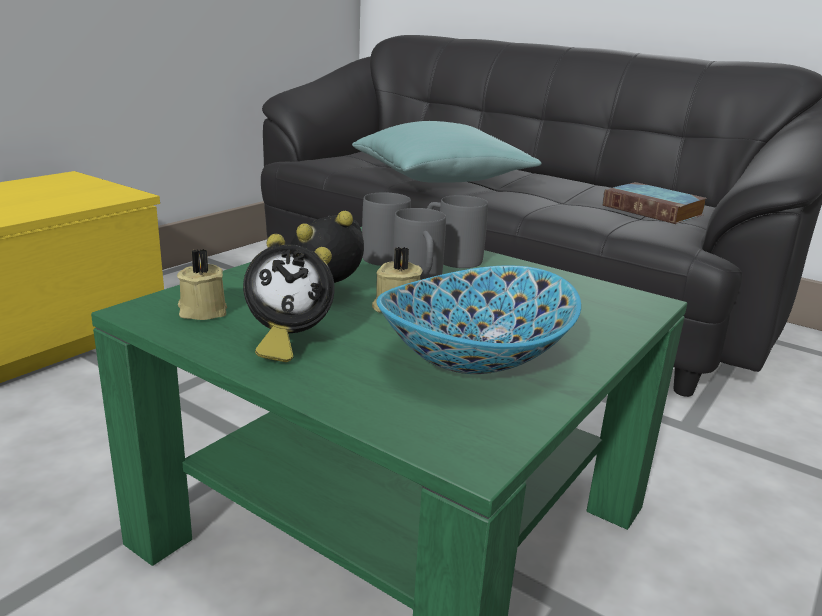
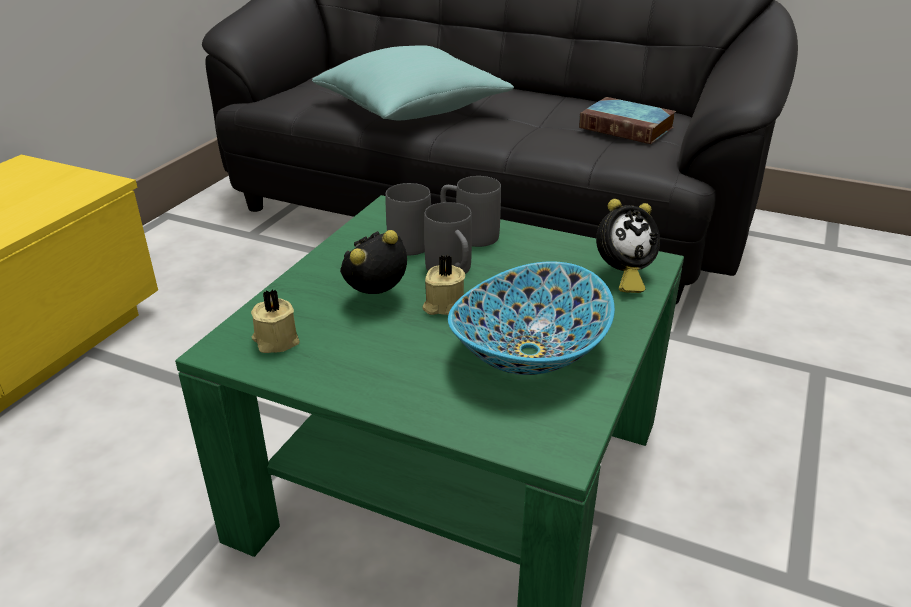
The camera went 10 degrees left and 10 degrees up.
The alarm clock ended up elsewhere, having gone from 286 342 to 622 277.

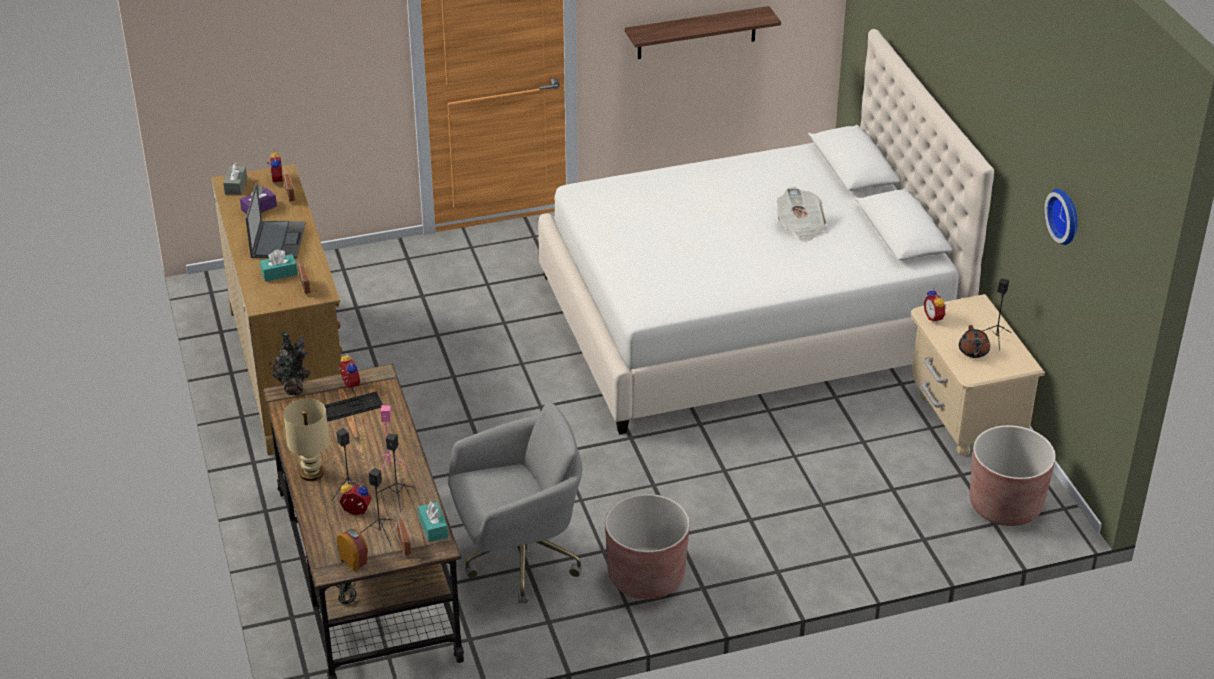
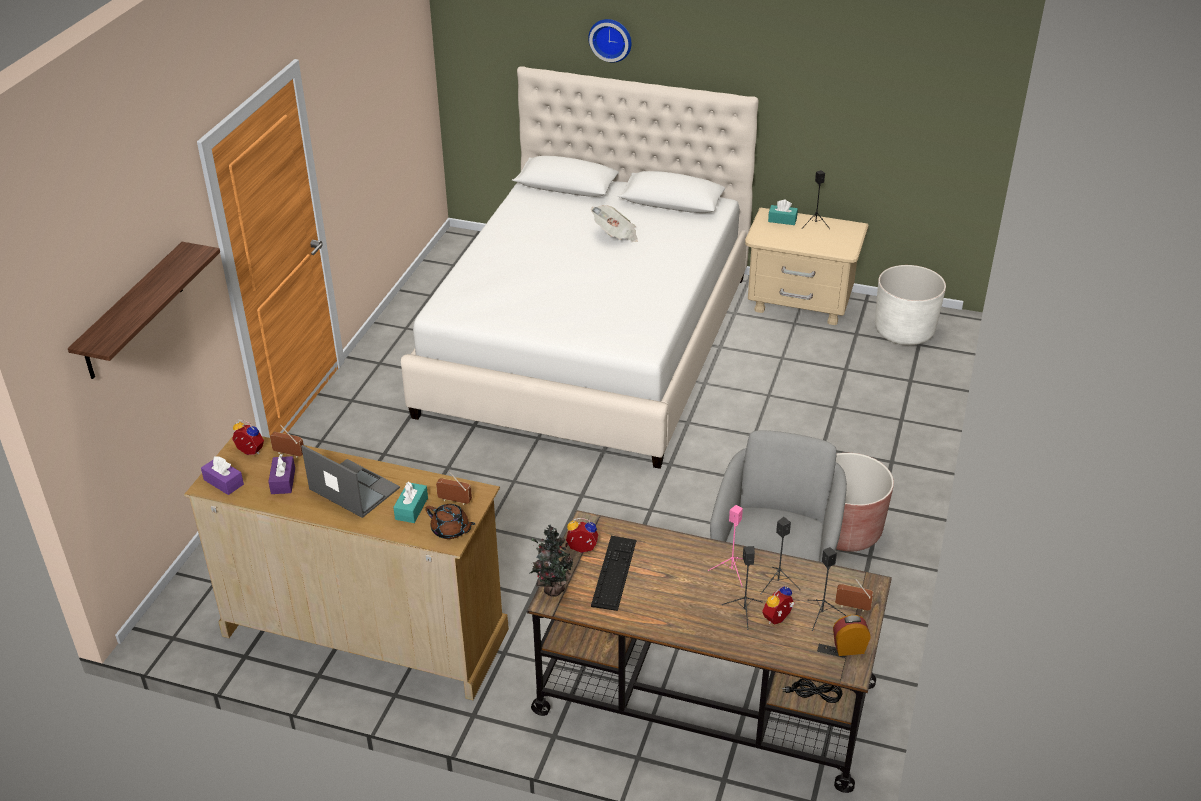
The camera went 55 degrees left and 0 degrees up.
The shelf ended up elsewhere, having gone from 697 33 to 133 312.
What was the grey tissue box at 236 186 turned into the purple tissue box at 223 482.
The wall clock ended up elsewhere, having gone from 1066 215 to 611 39.
The second view lost the alarm clock at 934 317.
The brown teapot ended up elsewhere, having gone from 973 352 to 451 530.
The second view lost the beige table lamp at 311 473.
What was the brown planter at 1005 505 turned into the white planter at 904 331.
The turquoise tissue box ended up elsewhere, having gone from 433 527 to 782 220.

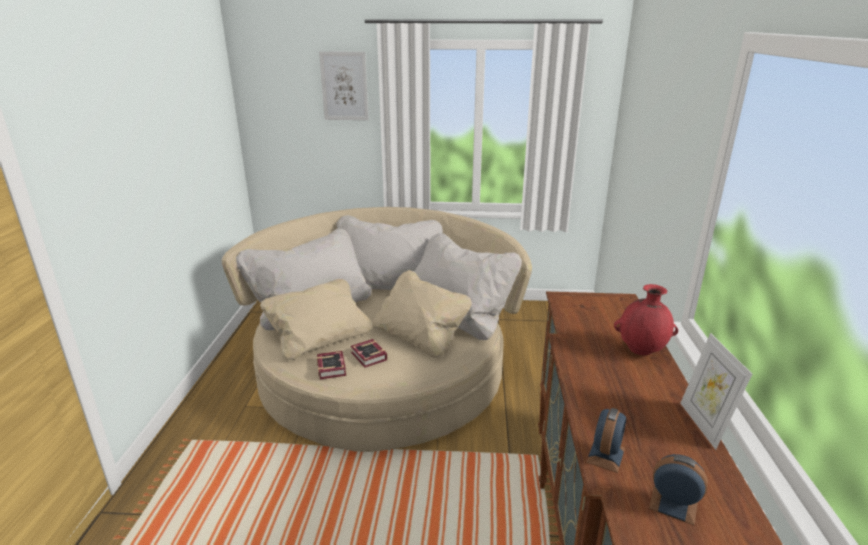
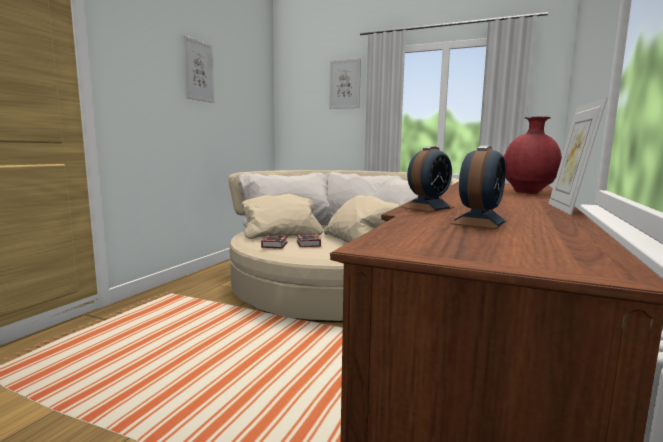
The camera went 20 degrees right and 15 degrees down.
The alarm clock at 673 504 ended up facing another way, 75 degrees clockwise from before.
The second view gained the picture at 198 70.

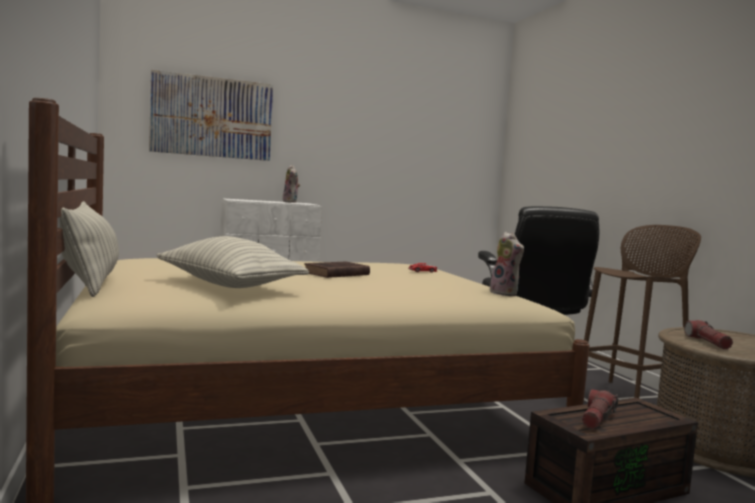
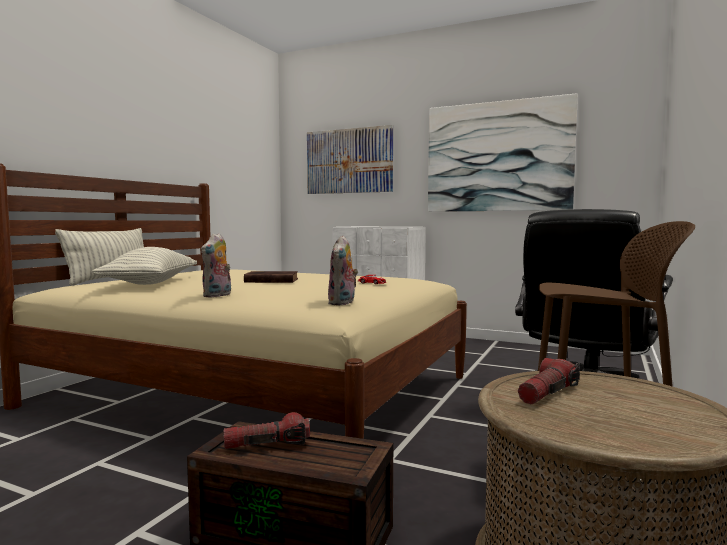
The camera went 45 degrees right and 0 degrees up.
The plush toy ended up elsewhere, having gone from 291 202 to 217 295.
The second view gained the picture at 498 157.

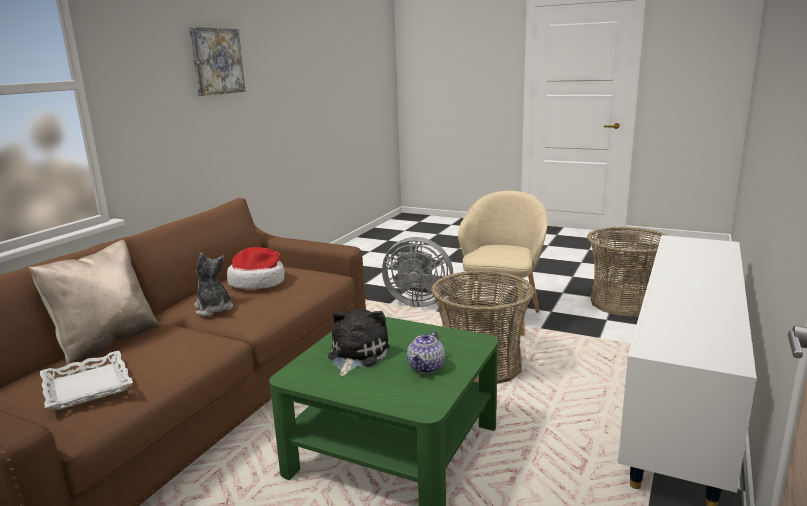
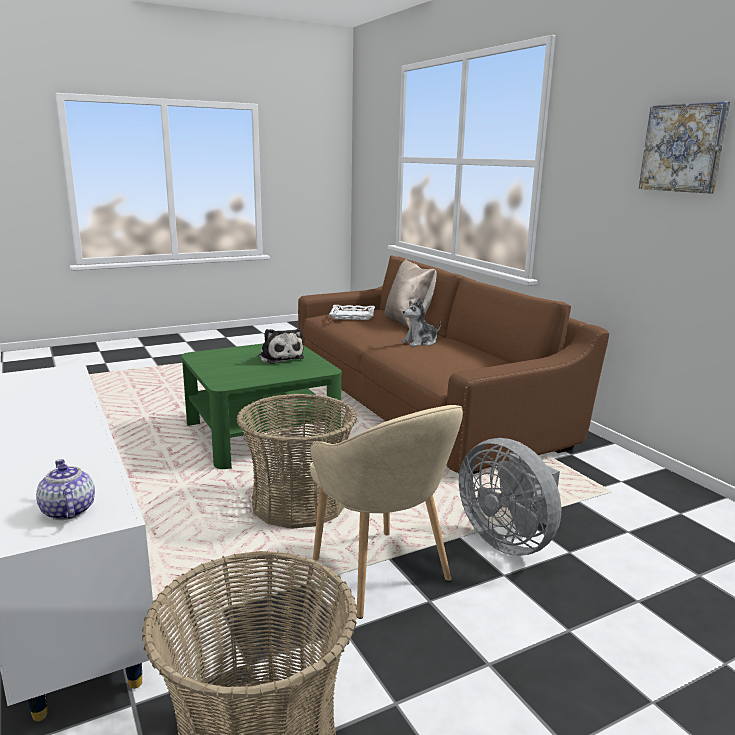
The camera went 125 degrees right and 0 degrees up.
The grey fan at 418 302 ended up facing another way, 90 degrees counterclockwise from before.
The second view lost the hat at 258 282.
The plush toy at 214 309 ended up facing another way, 150 degrees clockwise from before.
The teapot ended up elsewhere, having gone from 426 367 to 67 511.

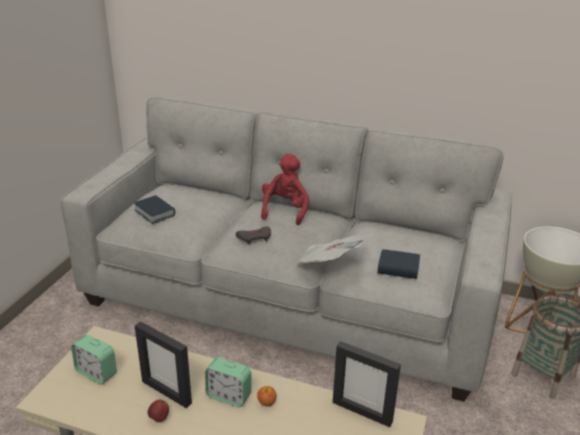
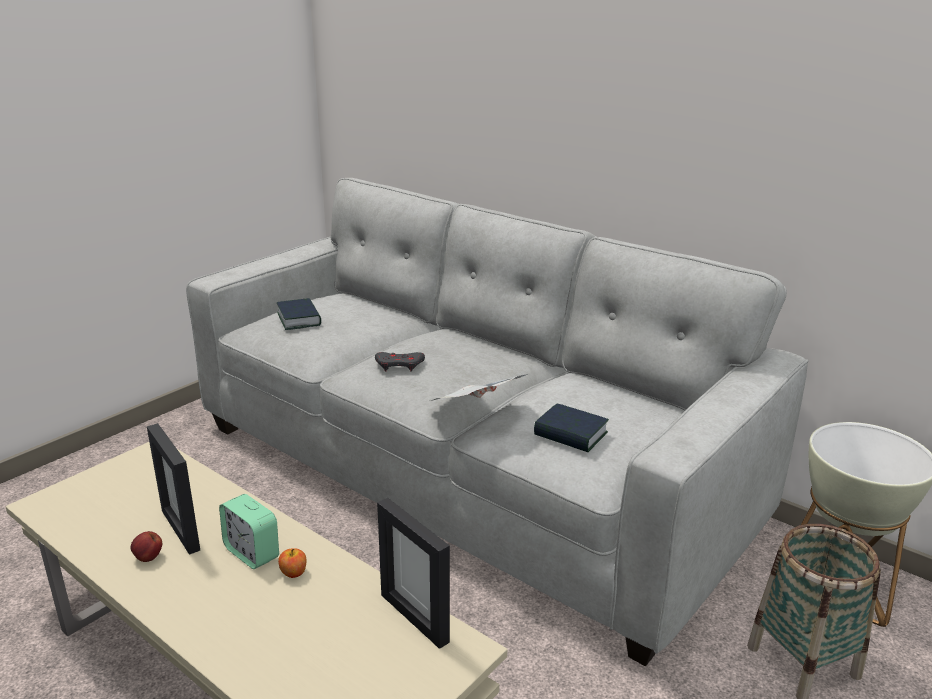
The camera went 20 degrees right and 5 degrees down.
The second view lost the red plush toy at 285 210.
The second view lost the alarm clock at 96 373.

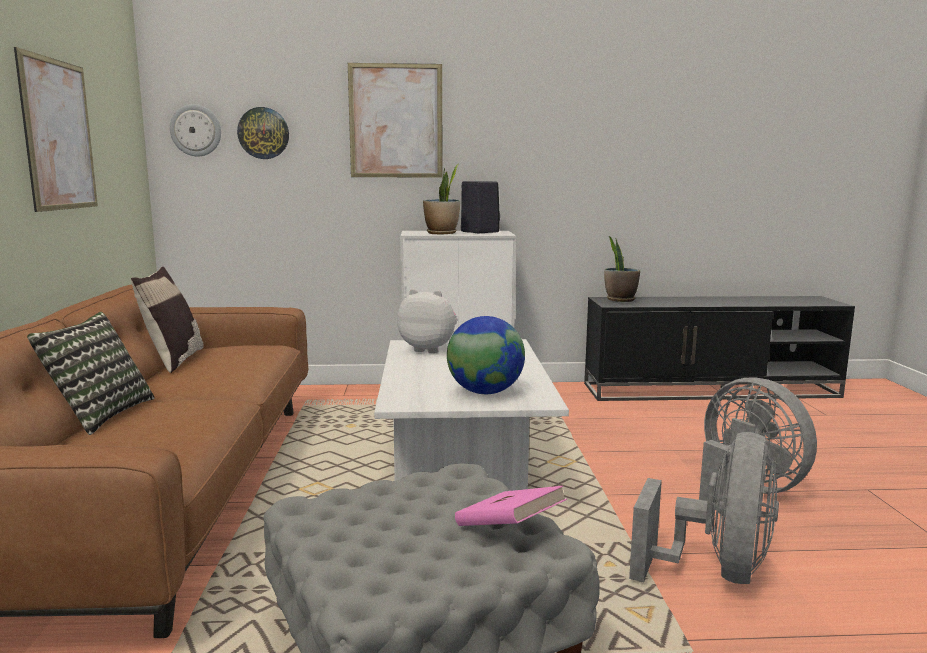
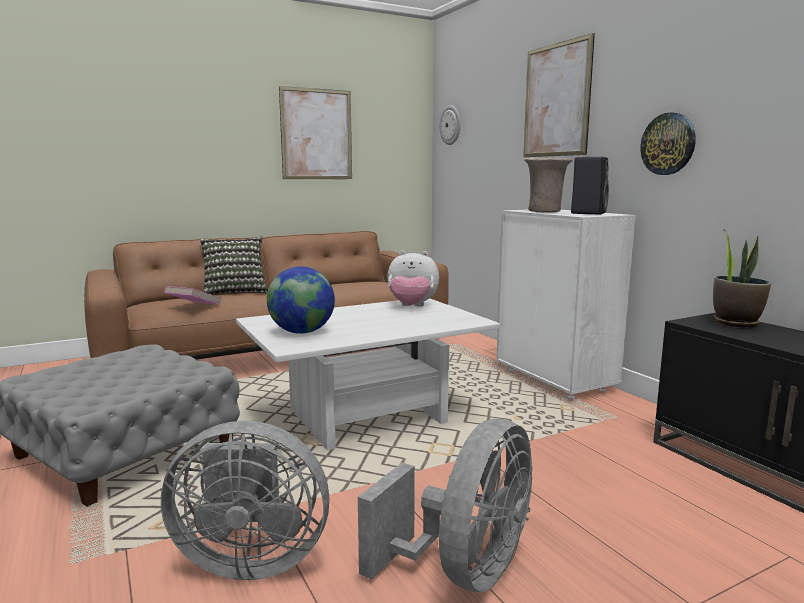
The camera went 65 degrees right and 0 degrees up.
The wall clock ended up elsewhere, having gone from 263 133 to 668 144.
Where the potted plant stood at 442 233, the beige vase came to stand at 546 211.
The second view lost the pillow at 173 361.
The plush toy at 429 349 ended up facing another way, 105 degrees clockwise from before.
The pink book ended up elsewhere, having gone from 508 529 to 194 307.

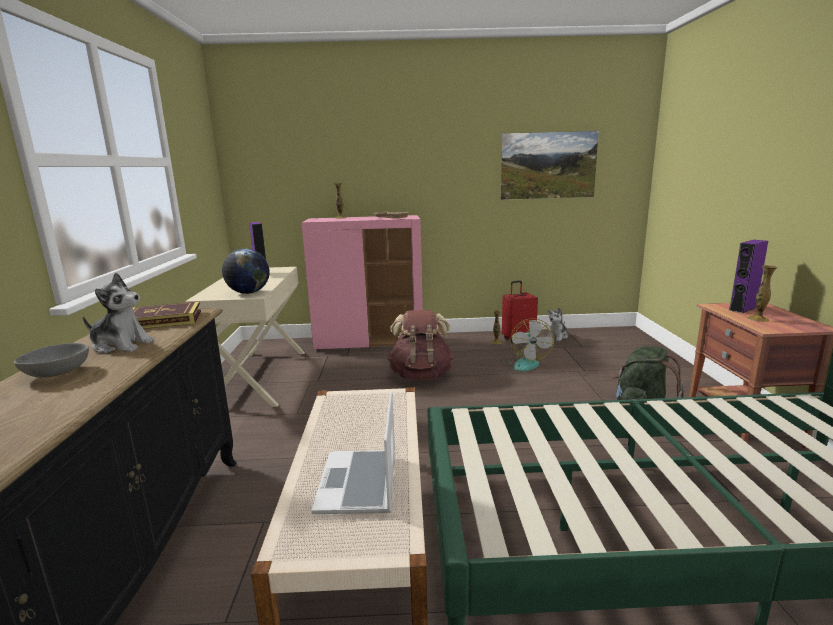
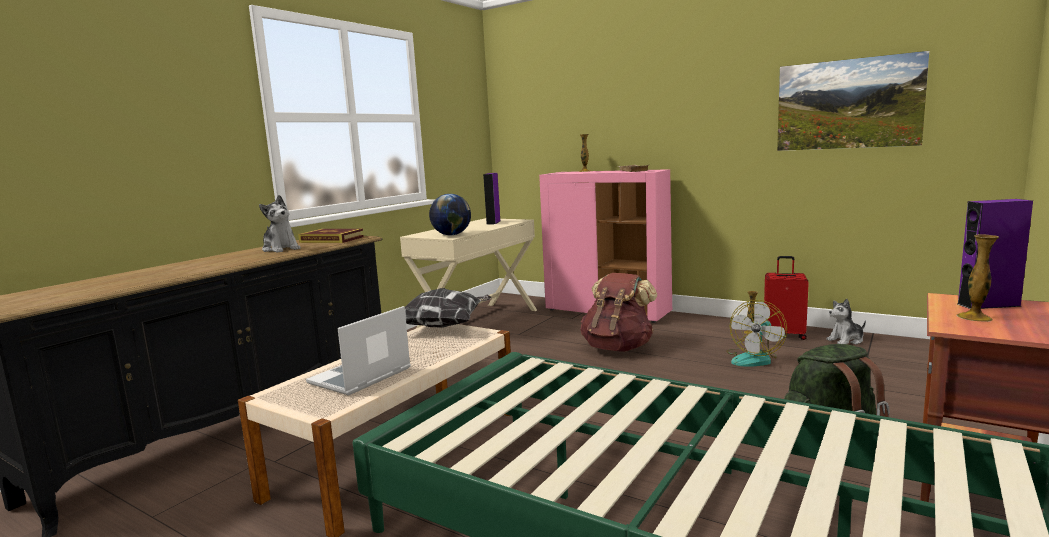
The camera went 35 degrees right and 5 degrees down.
The second view lost the grey bowl at 57 372.
The second view gained the pillow at 444 326.

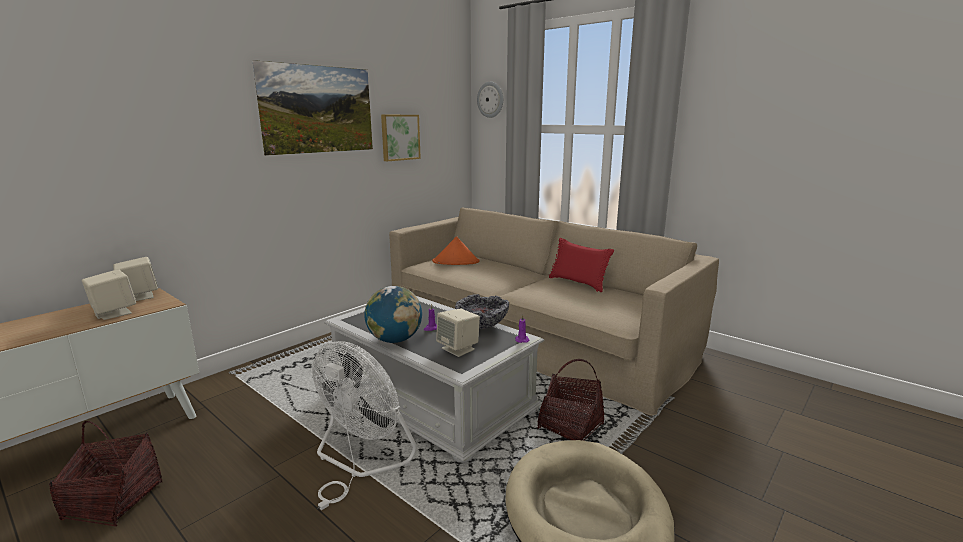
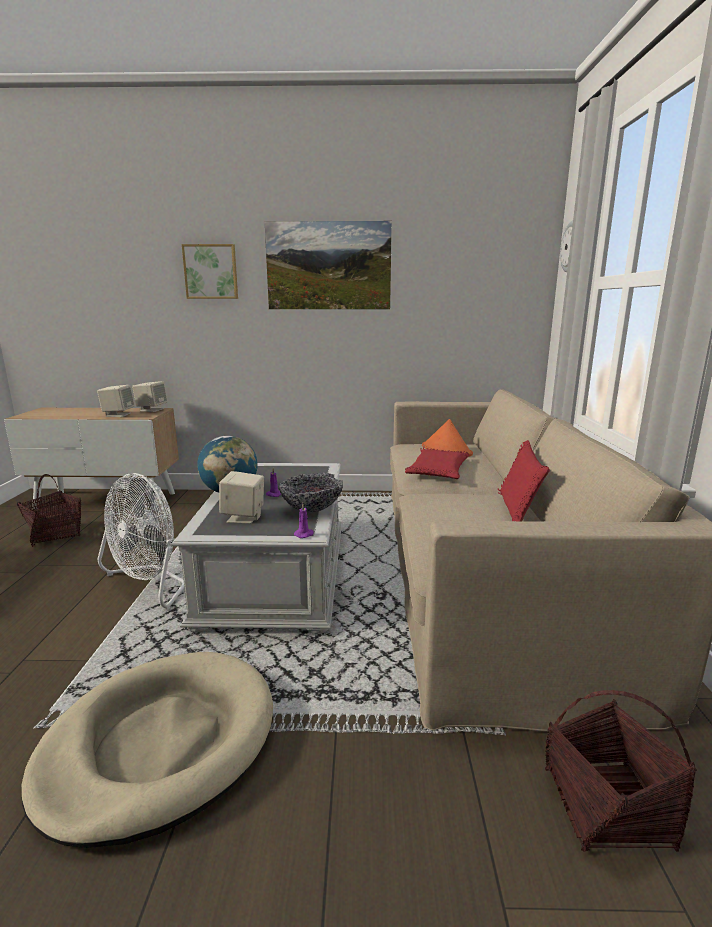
The camera went 50 degrees right and 0 degrees up.
The picture ended up elsewhere, having gone from 399 137 to 211 272.
The white fan at 354 459 ended up facing another way, 135 degrees clockwise from before.
The basket ended up elsewhere, having gone from 571 426 to 607 808.
The second view gained the red pillow at 438 469.

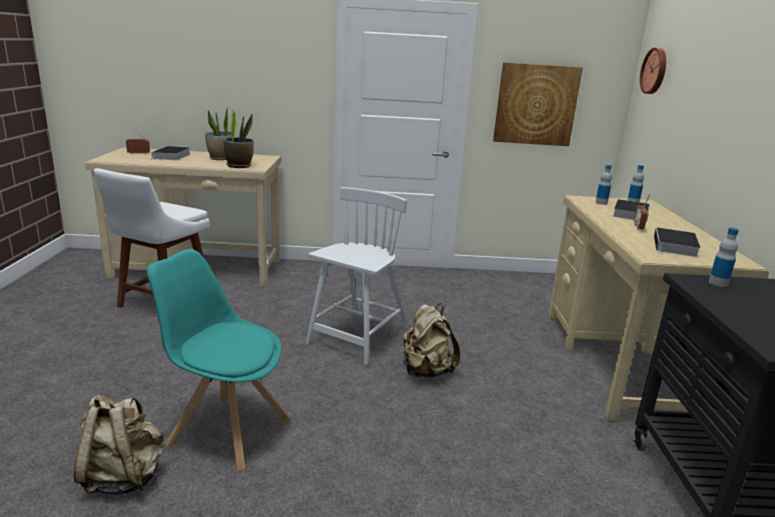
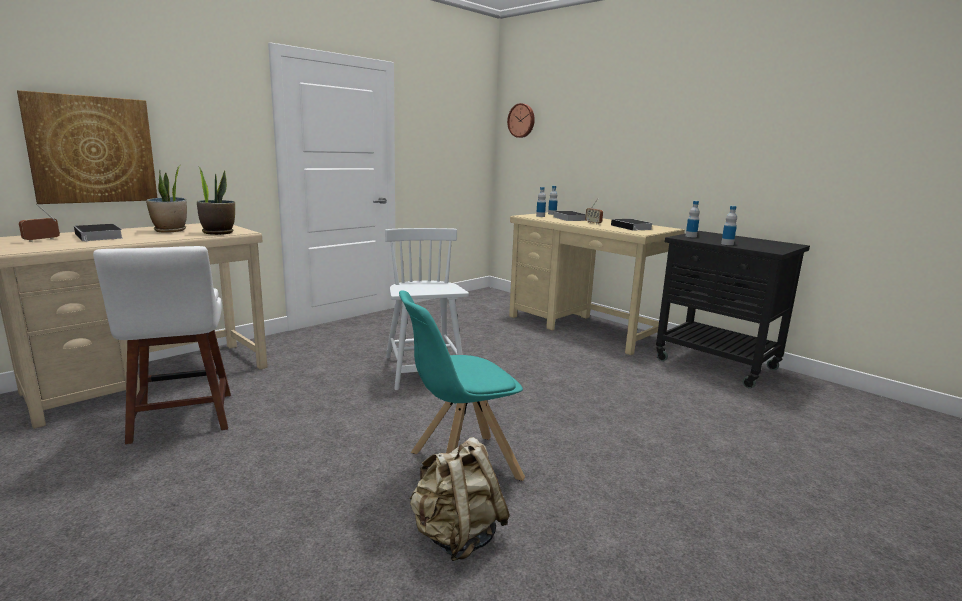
The camera went 45 degrees left and 5 degrees down.
The picture ended up elsewhere, having gone from 536 104 to 92 150.
The second view lost the beige backpack at 426 371.
The second view gained the bottle at 727 244.

